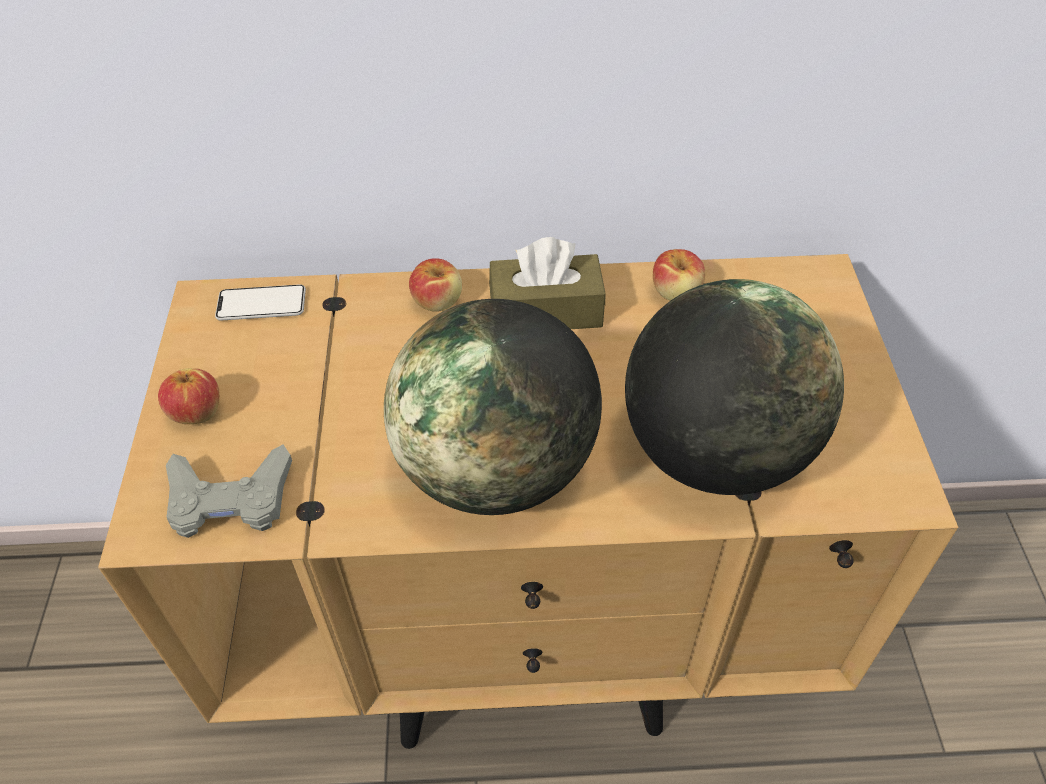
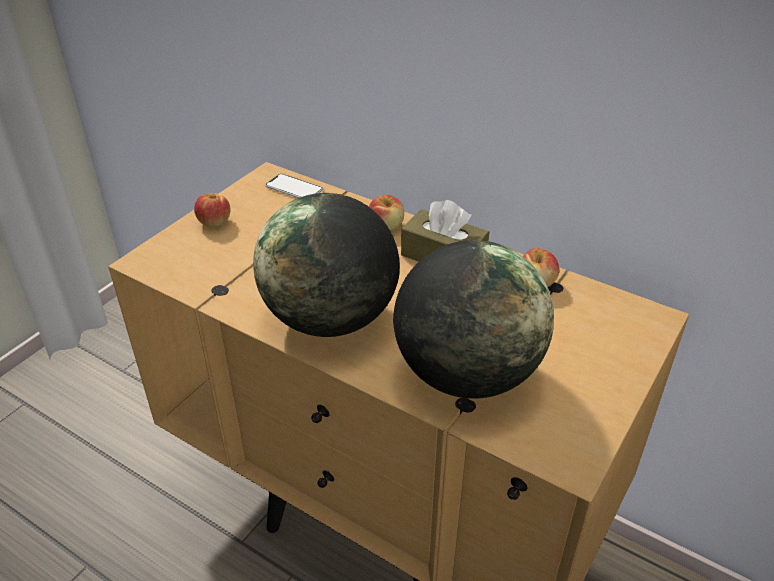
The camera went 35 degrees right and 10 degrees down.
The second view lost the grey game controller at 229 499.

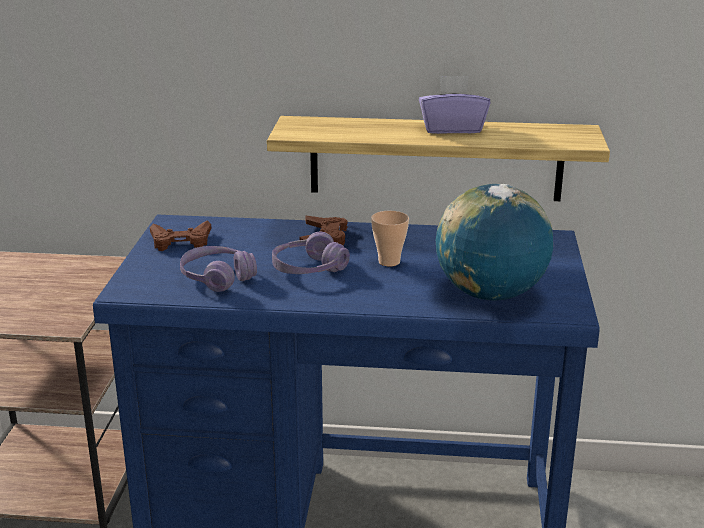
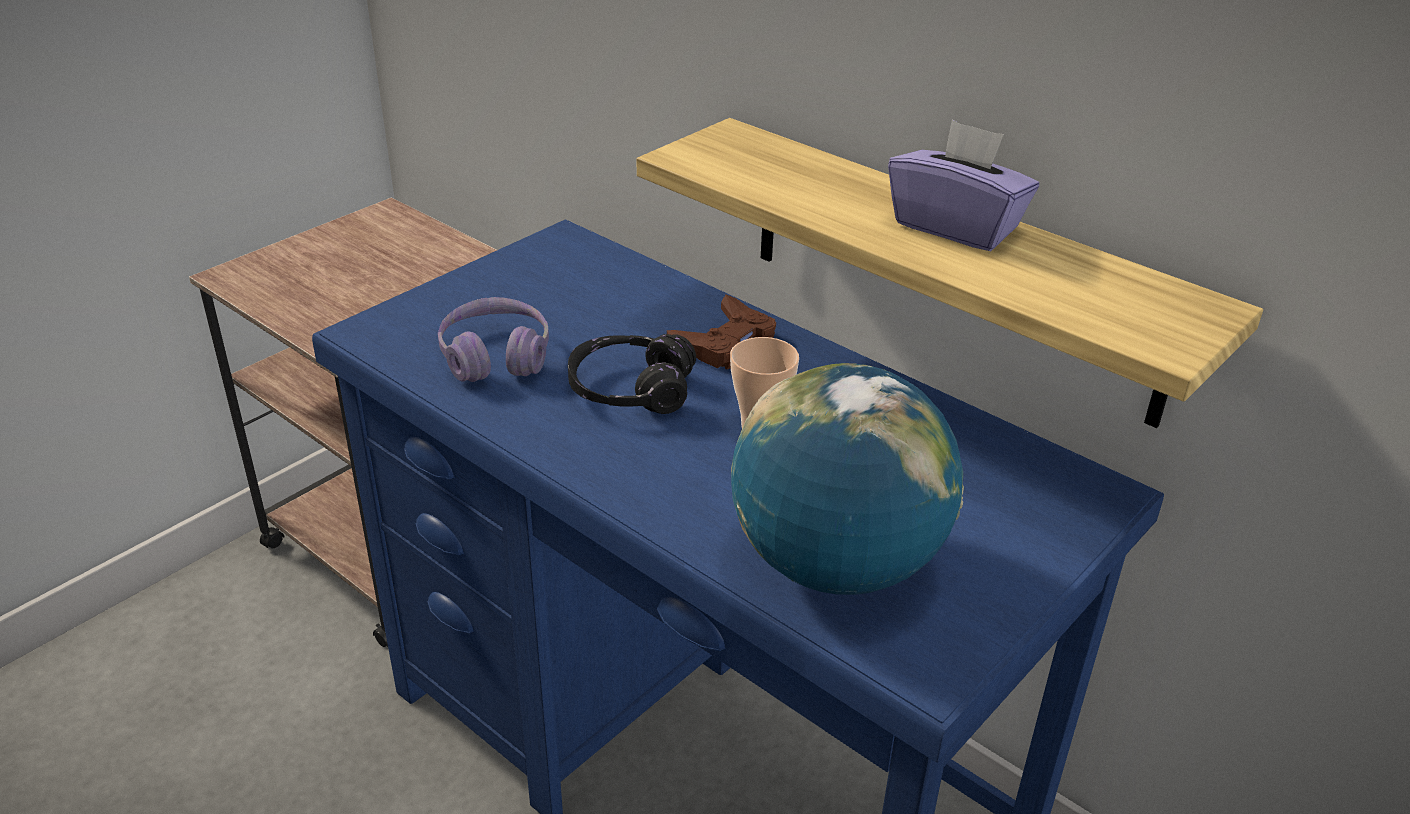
The camera went 35 degrees right and 10 degrees up.
The second view lost the brown game controller at 181 241.
What was the purple headphones at 308 269 turned into the black headphones at 630 390.

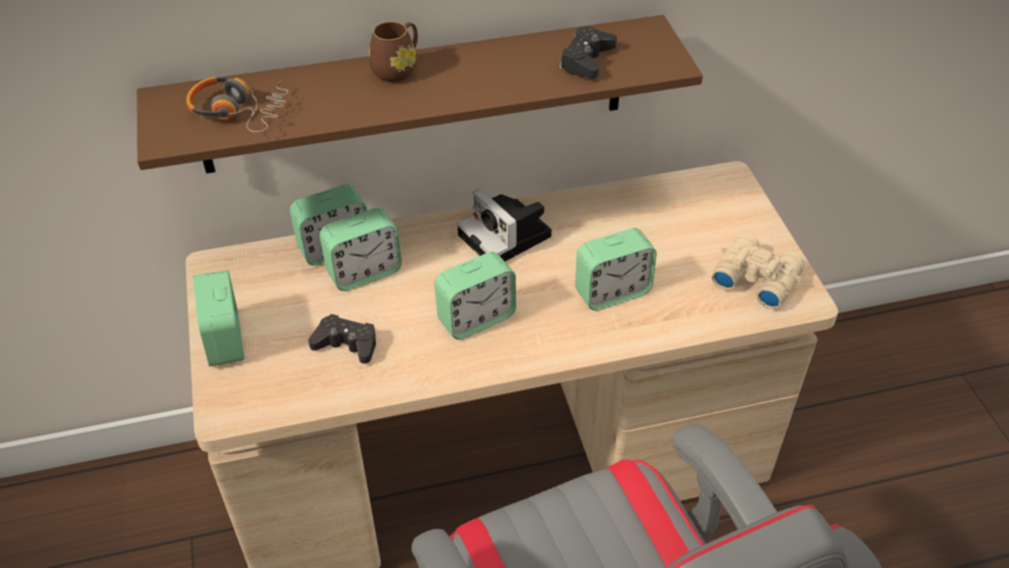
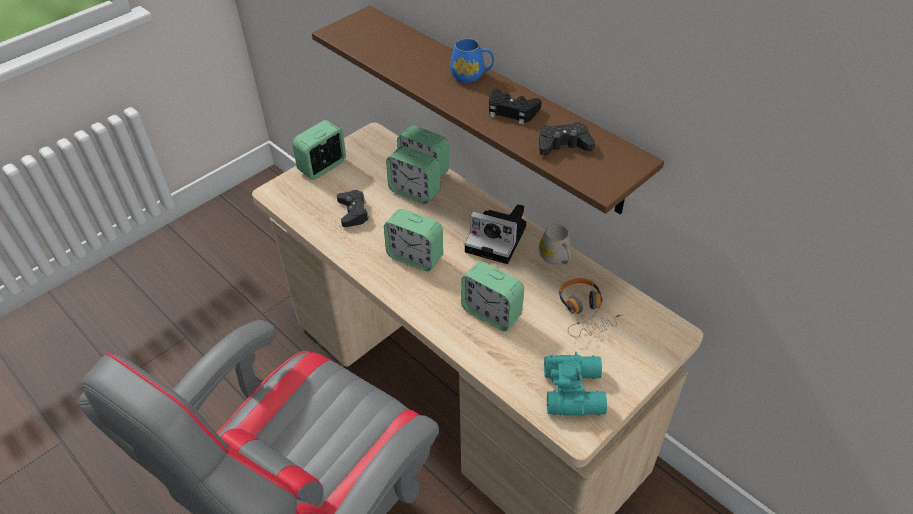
The camera went 60 degrees right and 0 degrees up.
What was the brown mug at 398 69 turned into the blue mug at 471 76.
The headphones ended up elsewhere, having gone from 239 111 to 585 312.
The photo camera at 507 237 ended up facing another way, 90 degrees counterclockwise from before.
What was the beige binoculars at 755 277 turned into the turquoise binoculars at 575 390.
The second view gained the black game controller at 512 111.
The second view gained the white mug at 556 258.

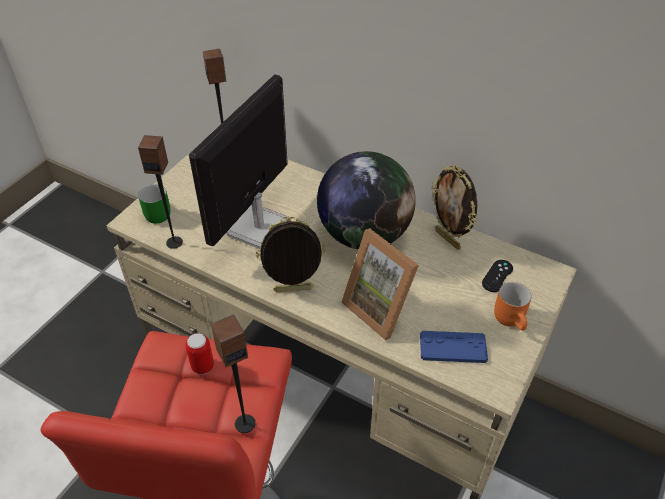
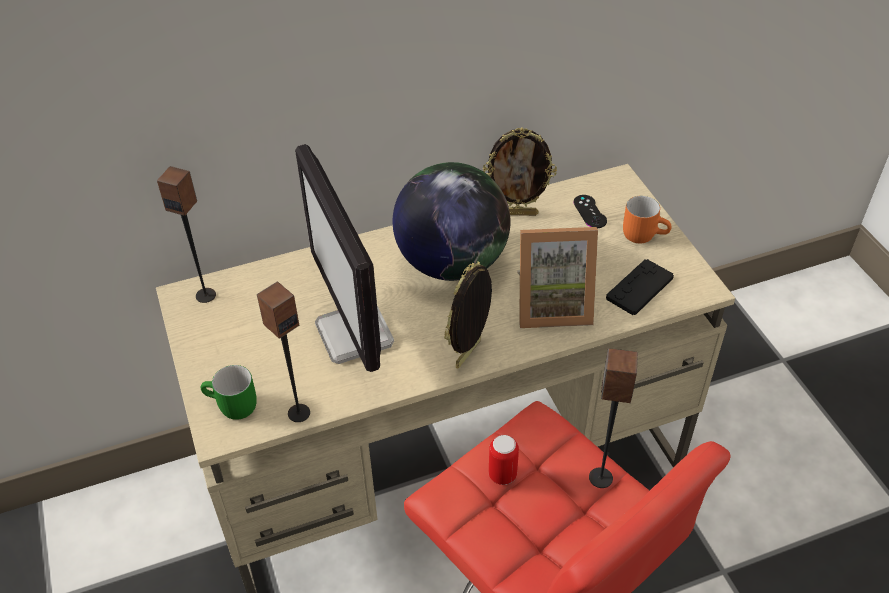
The camera went 50 degrees left and 0 degrees up.
What was the blue game controller at 453 348 turned into the black game controller at 639 288.

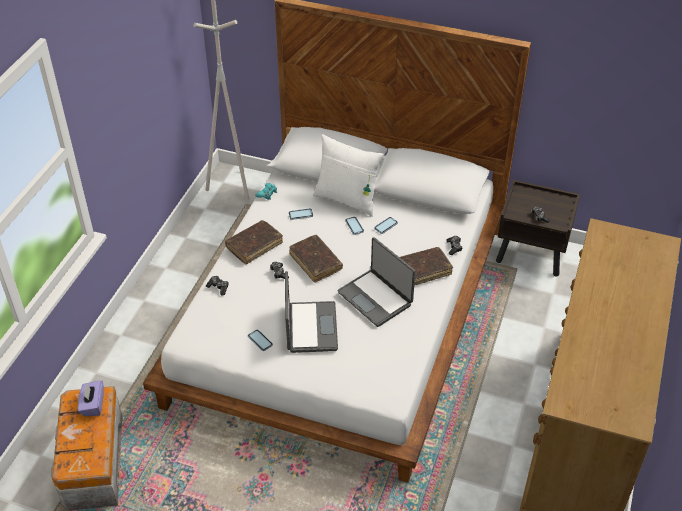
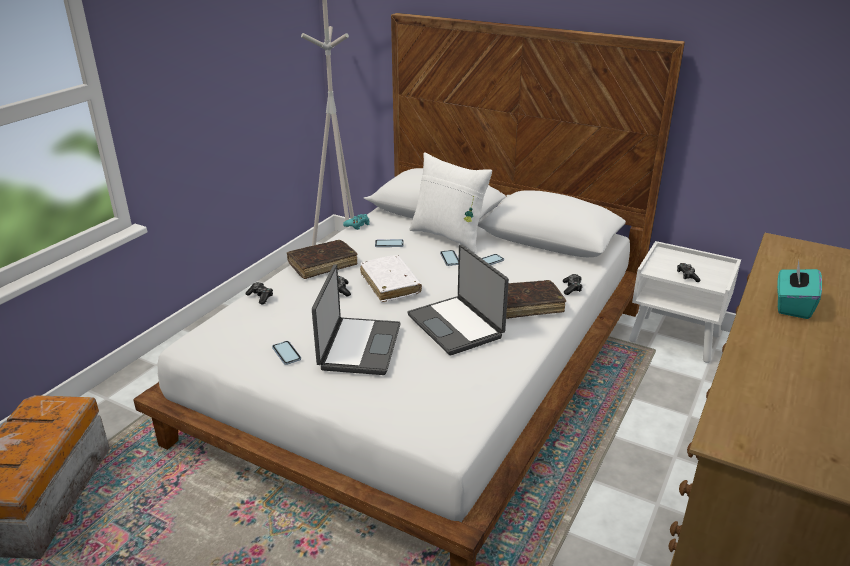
The camera went 10 degrees right and 15 degrees down.
What was the brown nightstand at 532 255 turned into the white nightstand at 675 338.
What was the brown book at 315 262 turned into the white book at 390 284.
The second view lost the purple tissue box at 93 405.
The second view gained the turquoise tissue box at 792 305.

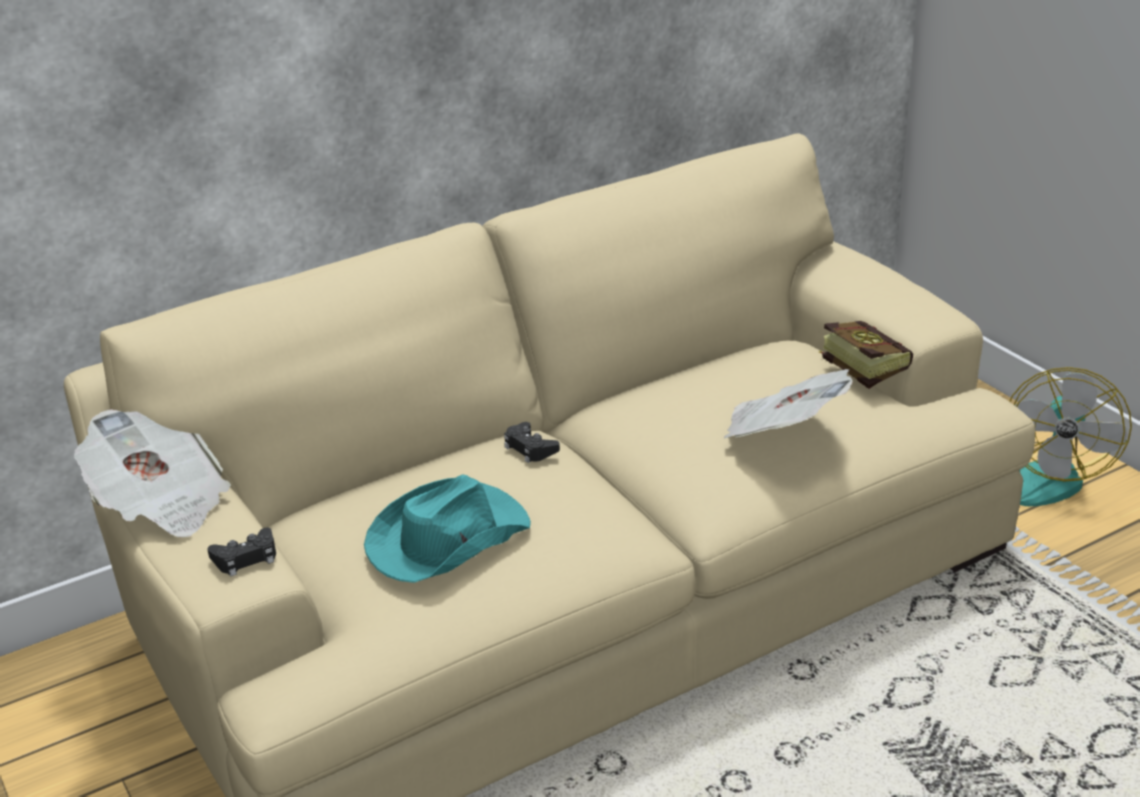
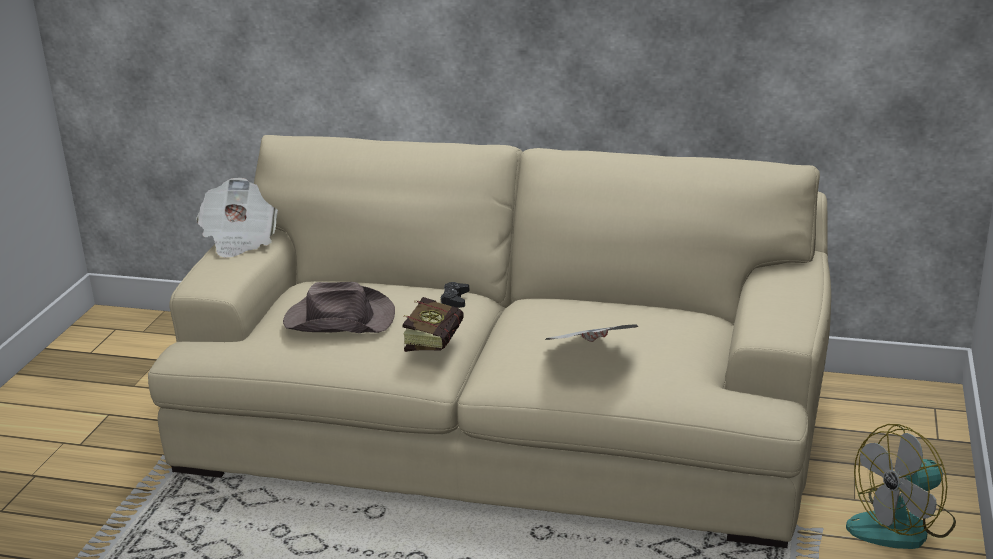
The camera went 45 degrees right and 5 degrees down.
The book ended up elsewhere, having gone from 858 368 to 436 341.
What was the turquoise hat at 446 538 turned into the brown hat at 338 319.
The second view lost the black game controller at 246 558.

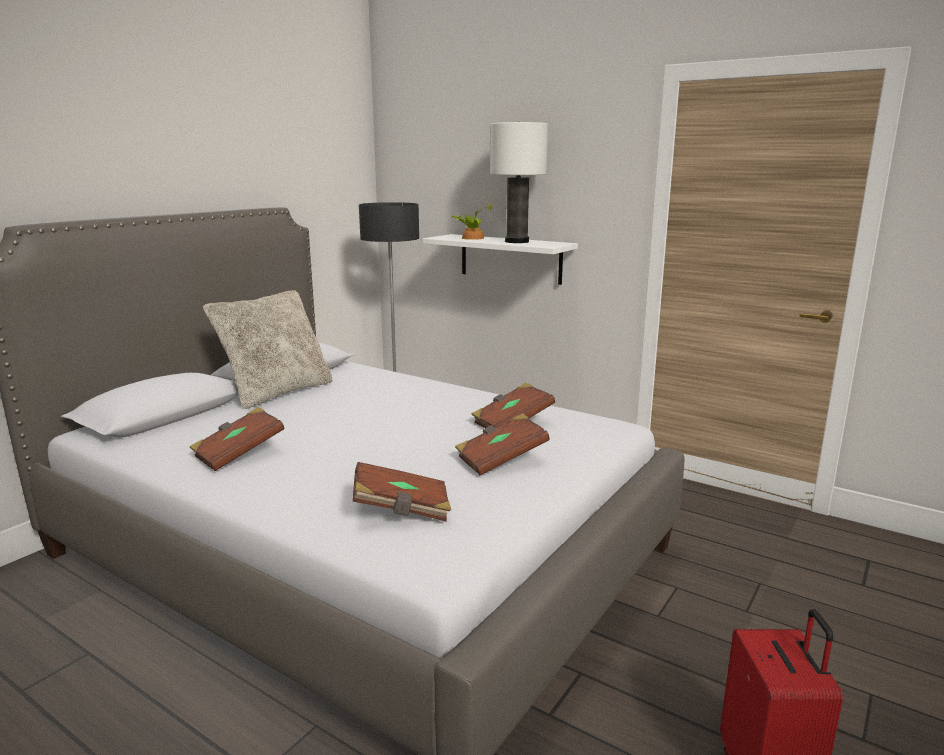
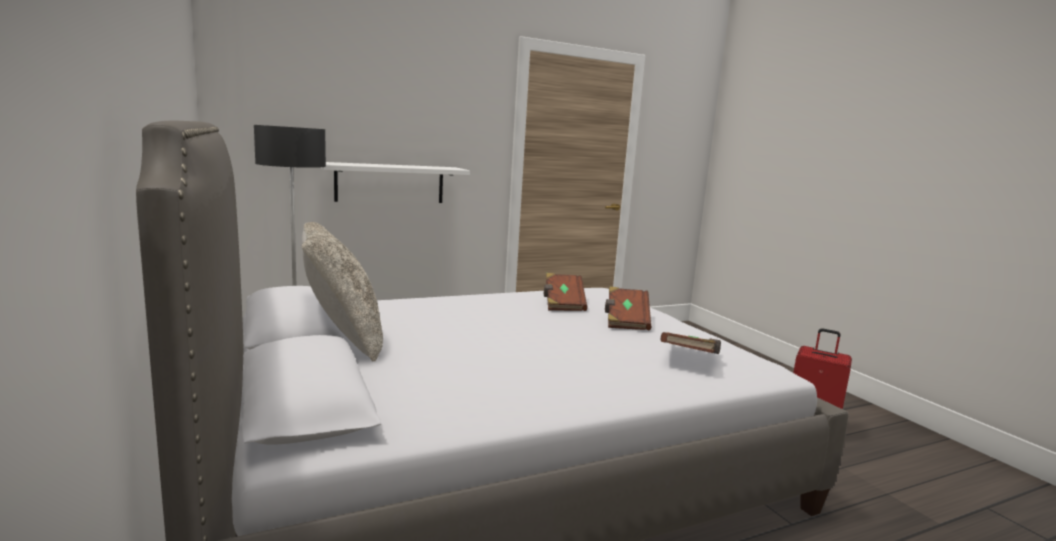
The camera went 60 degrees left and 5 degrees down.
The second view lost the white table lamp at 517 241.
The second view lost the potted plant at 471 238.
The second view lost the brown book at 238 454.

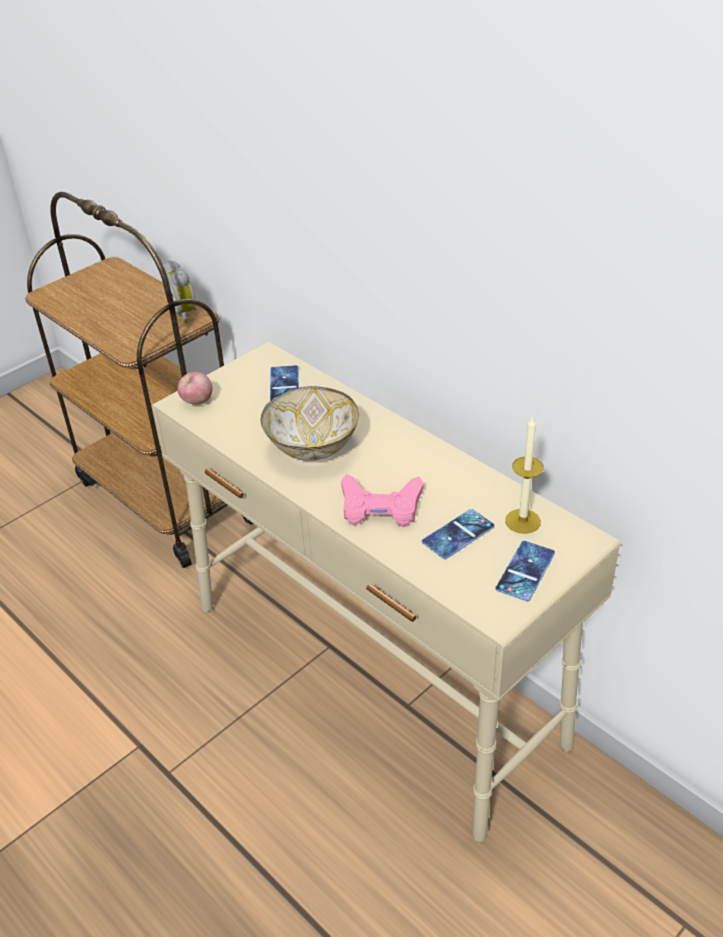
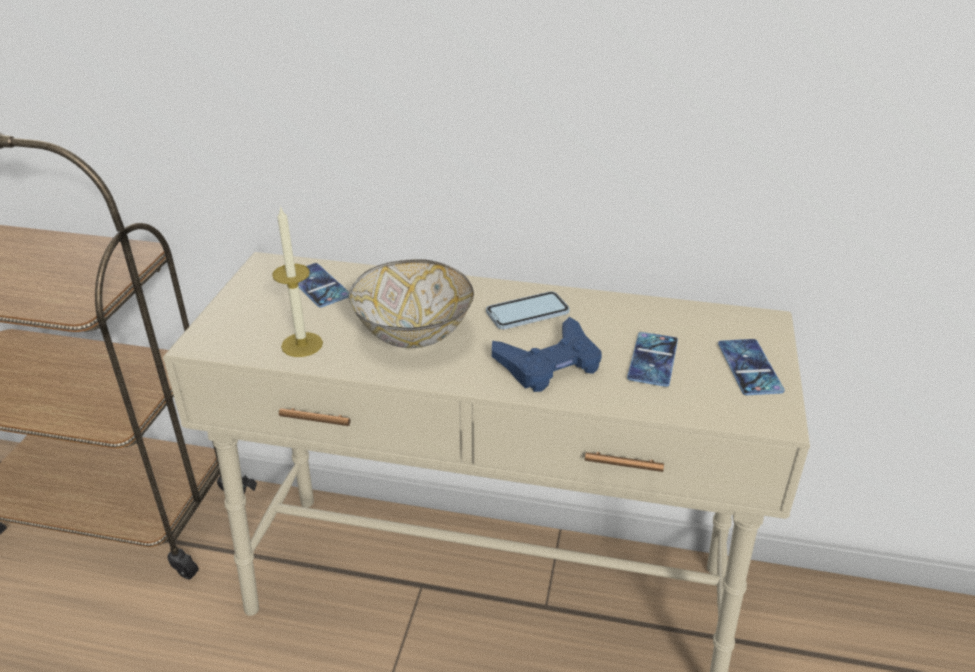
The camera went 35 degrees left and 5 degrees down.
The second view lost the alarm clock at 185 313.
The second view lost the apple at 197 402.
The candle ended up elsewhere, having gone from 522 521 to 302 344.
What was the pink game controller at 380 507 turned into the blue game controller at 549 363.
The second view gained the phone at 527 313.

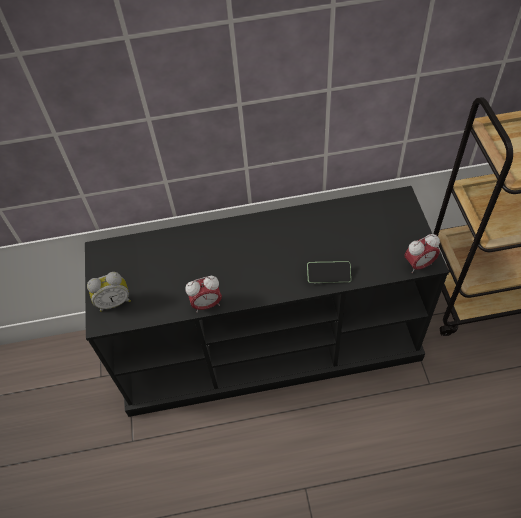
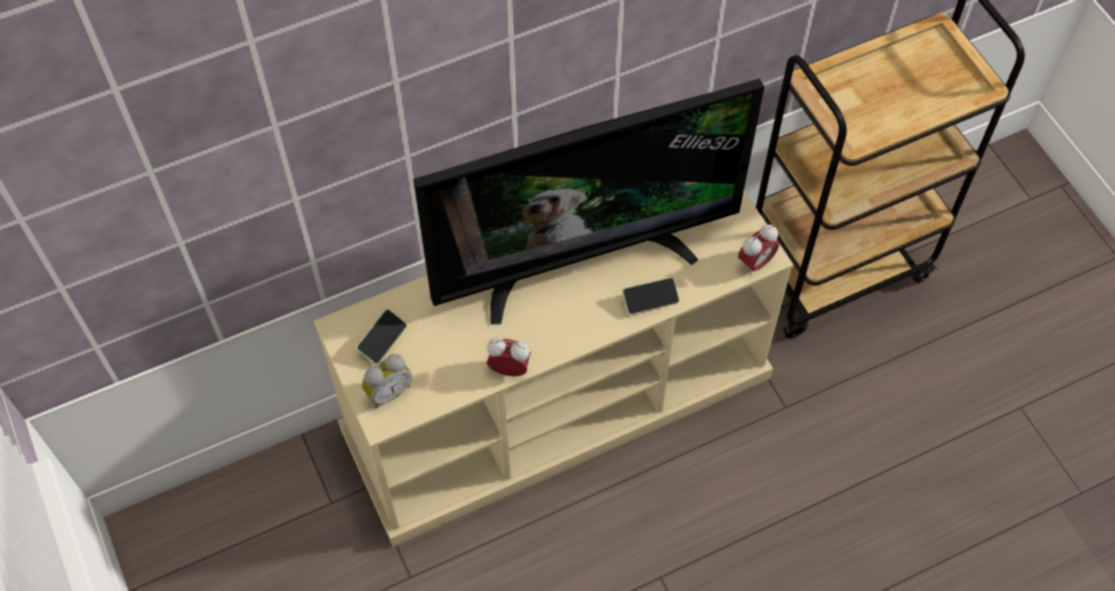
The camera went 20 degrees left and 5 degrees up.
What was the black tv stand at 270 344 turned into the beige tv stand at 559 402.
The alarm clock at 206 304 ended up facing another way, 135 degrees counterclockwise from before.
The second view gained the television at 582 260.
The second view gained the phone at 382 340.

